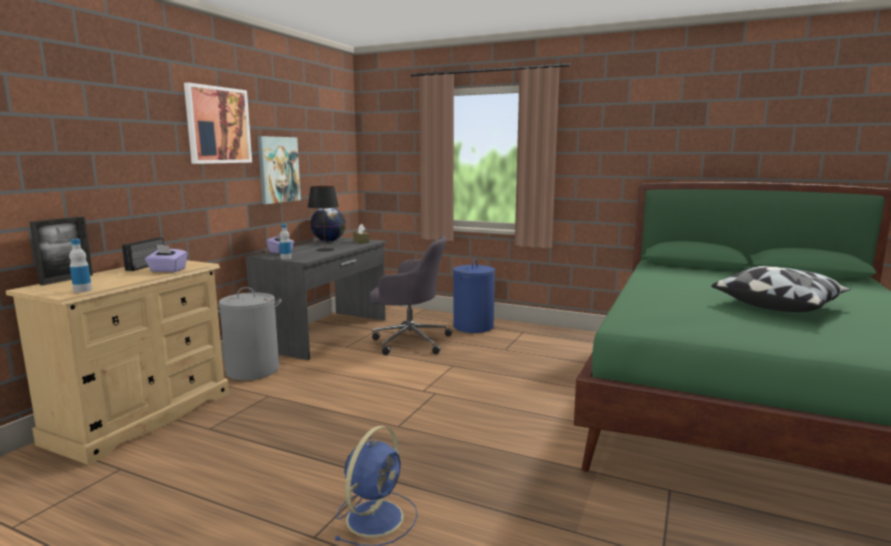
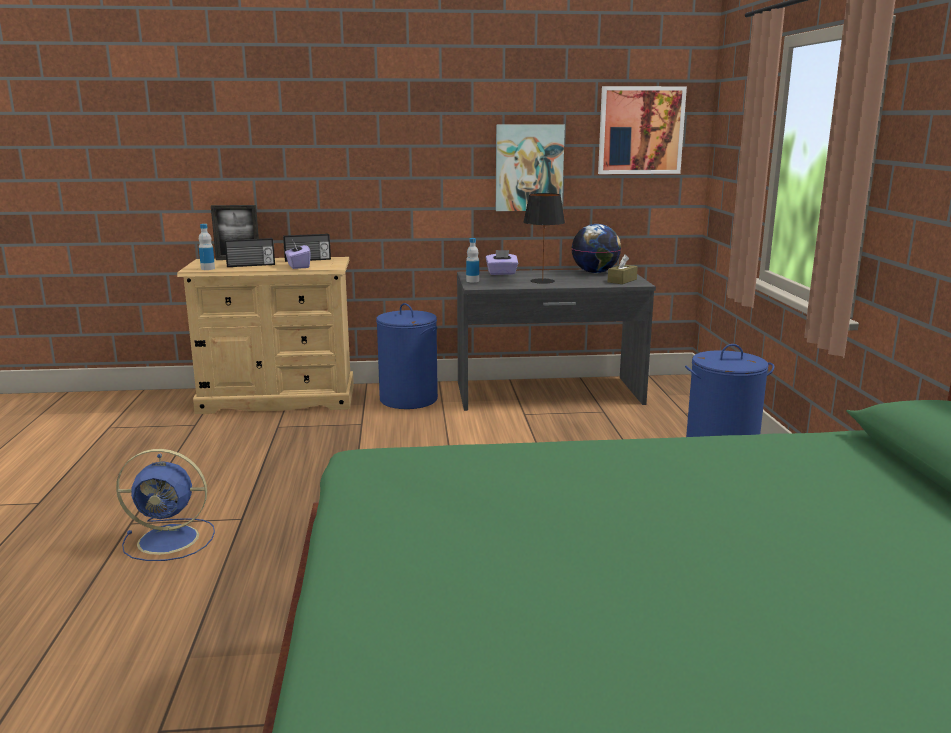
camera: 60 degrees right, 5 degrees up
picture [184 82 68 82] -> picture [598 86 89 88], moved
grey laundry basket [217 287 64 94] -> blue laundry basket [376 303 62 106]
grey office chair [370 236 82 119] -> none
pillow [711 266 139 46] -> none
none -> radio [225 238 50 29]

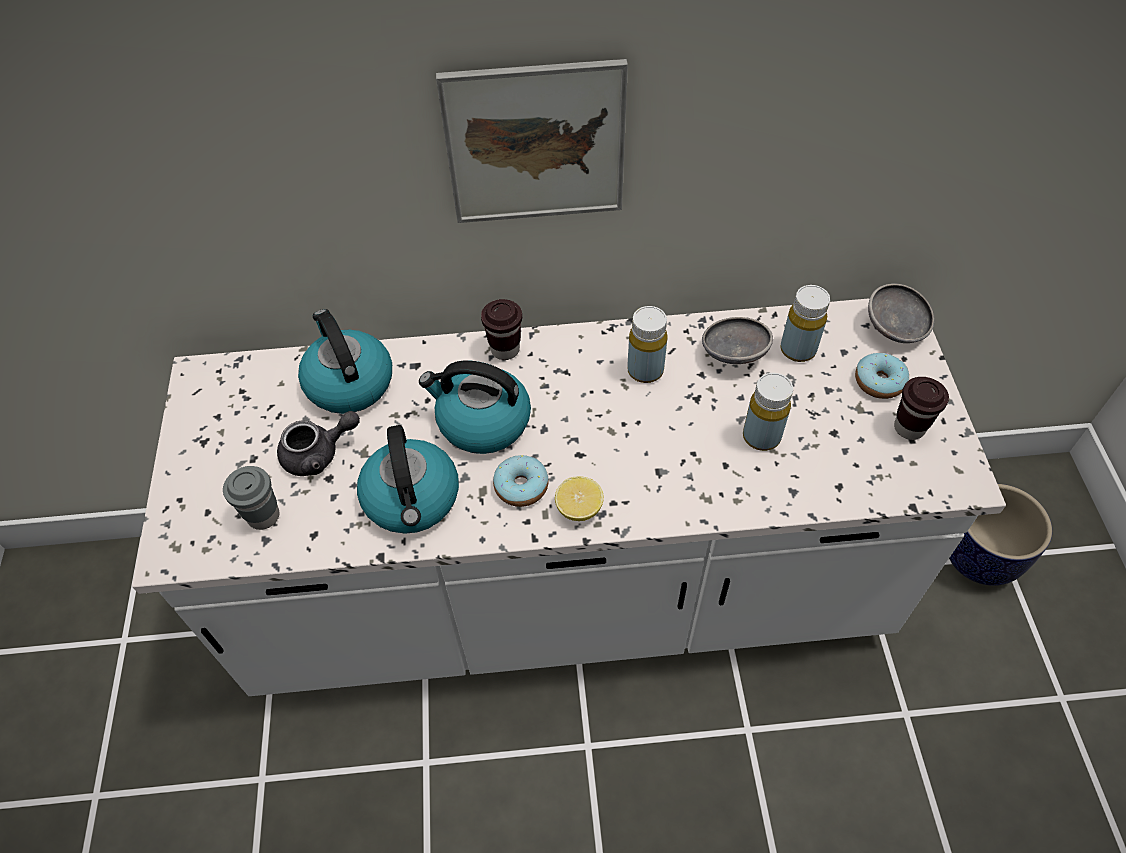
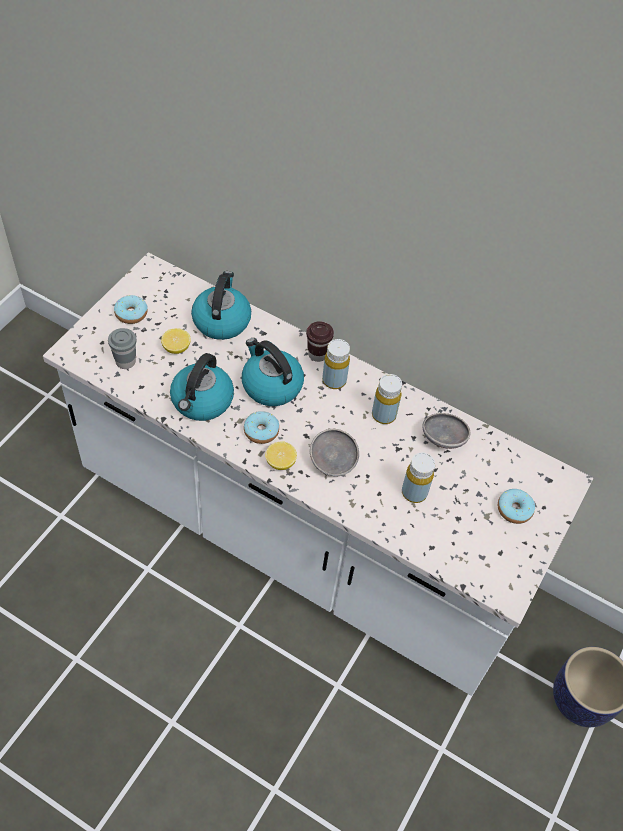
camera: 30 degrees right, 0 degrees up
grey teapot [277 411 83 65] -> lemon [161 328 30 26]
picture [436 59 192 164] -> none
yellow bottle [780 285 50 77] -> yellow bottle [322 339 28 50], moved
grey bowl [868 283 66 60] -> grey bowl [310 429 49 47], moved
brown cup [894 377 55 63] -> none
none -> donut [114 295 34 29]

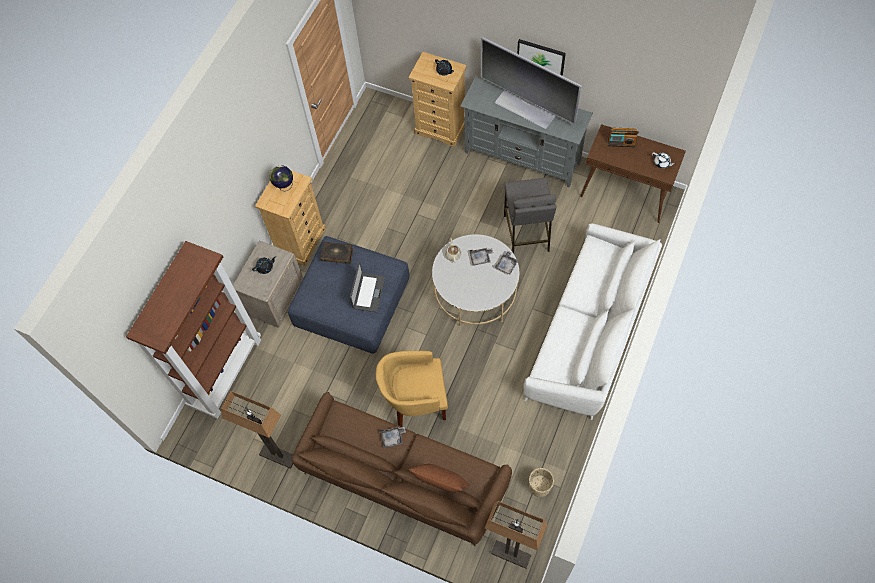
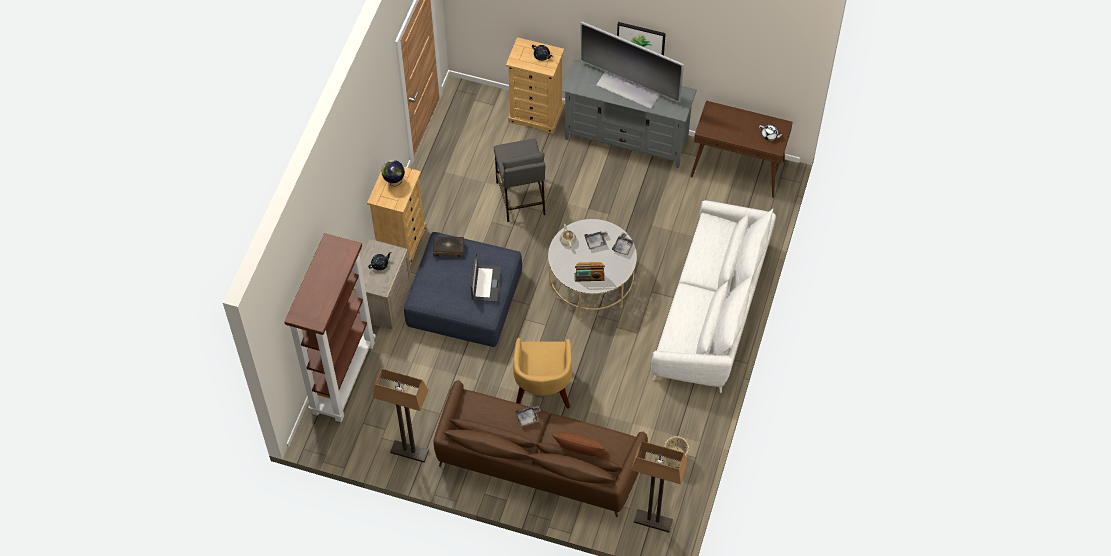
camera: 10 degrees left, 5 degrees down
yellow armchair [376 351 72 76] -> yellow armchair [513 338 59 71], 75 degrees counterclockwise
grey stool [504 178 52 75] -> grey stool [494 139 51 83], moved
radio [607 128 32 19] -> radio [575 262 30 20], moved

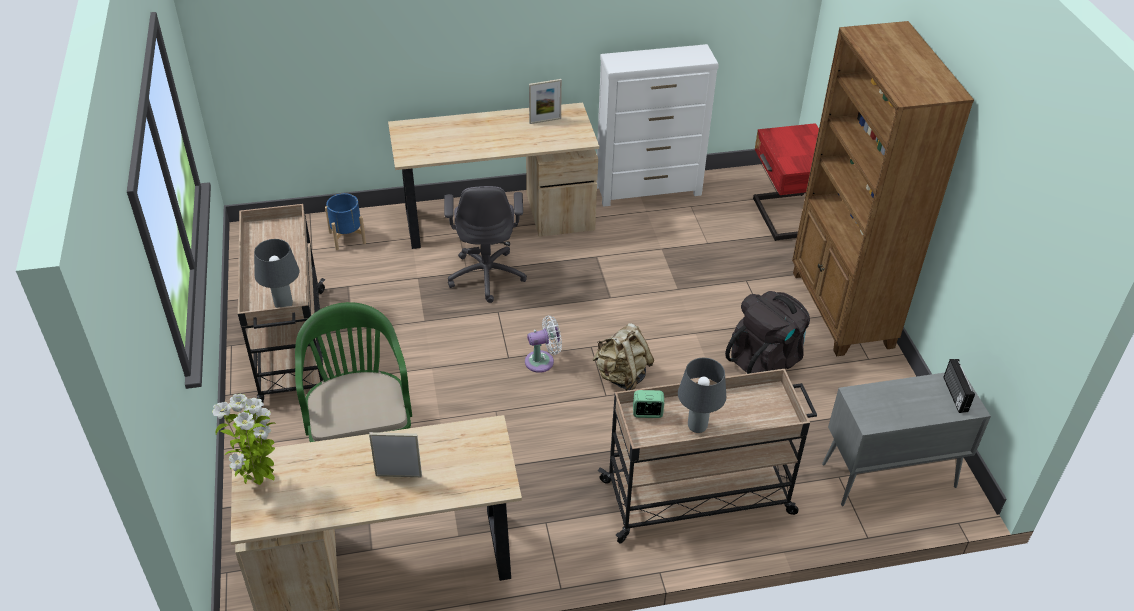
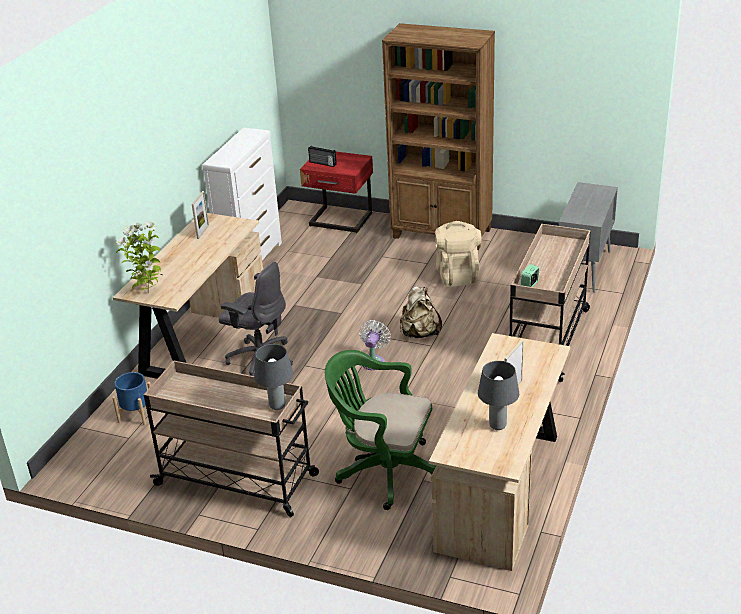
camera: 55 degrees left, 10 degrees down
potted plant [212 394 63 91] -> potted plant [116 221 46 72], moved
grey table lamp [678 358 48 75] -> grey table lamp [478 361 41 69], moved
black backpack [725 291 85 83] -> beige backpack [435 221 47 66]
radio [943 359 32 54] -> radio [308 146 29 21], moved

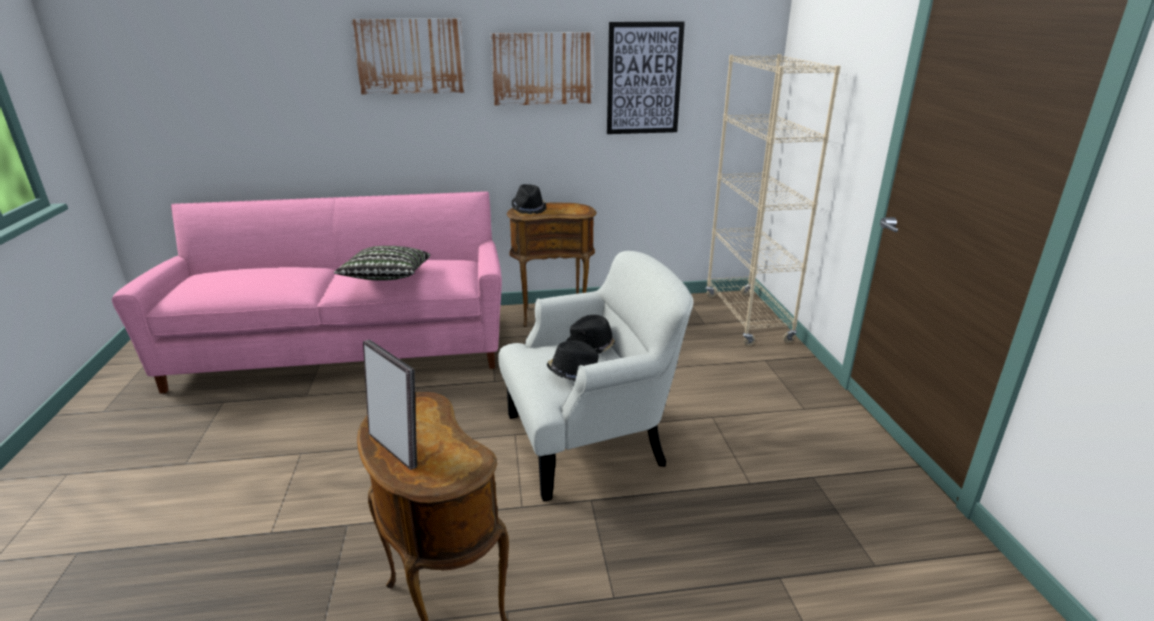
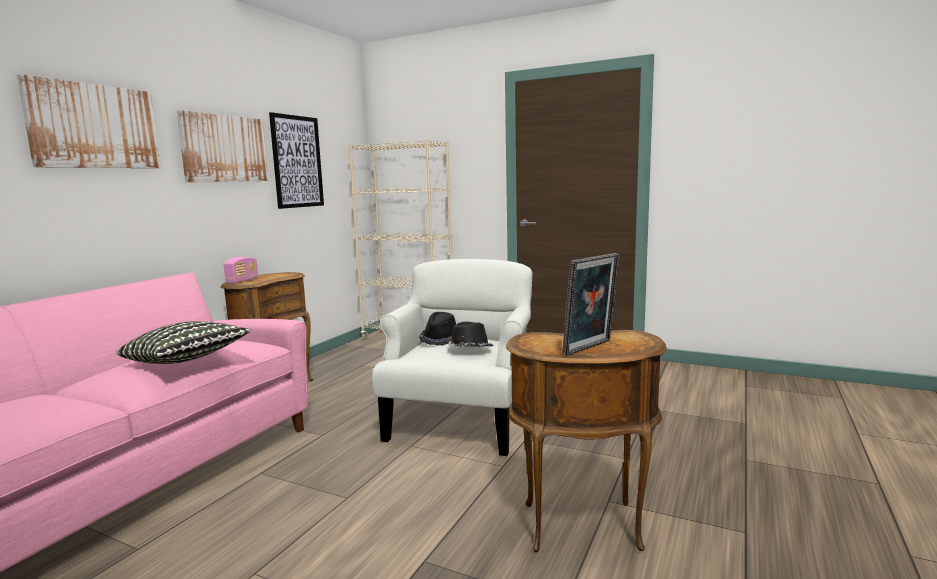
camera: 55 degrees left, 15 degrees down
picture frame [363 340 54 130] -> picture frame [562 253 58 102], 150 degrees clockwise
black hat [512 184 35 30] -> radio [224 257 34 27]

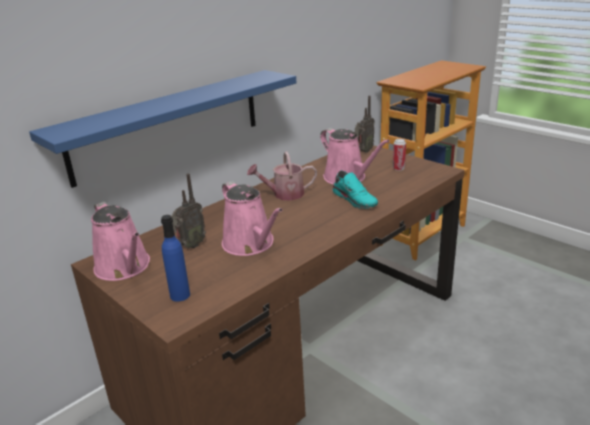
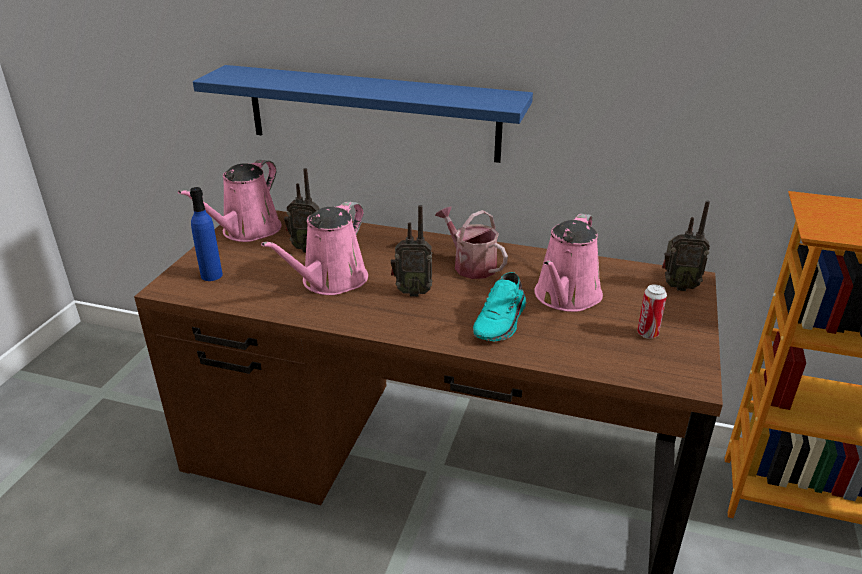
camera: 60 degrees right, 5 degrees up
none -> radio [391 205 41 92]

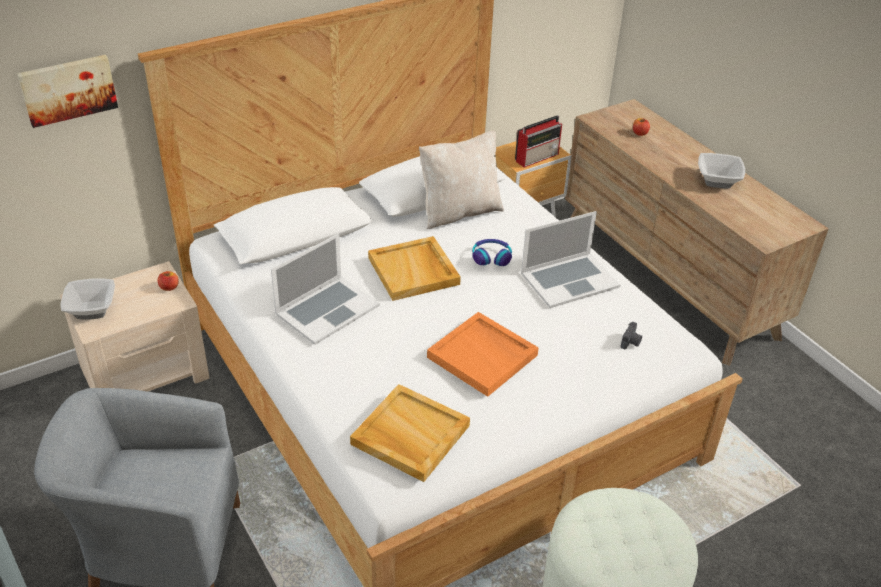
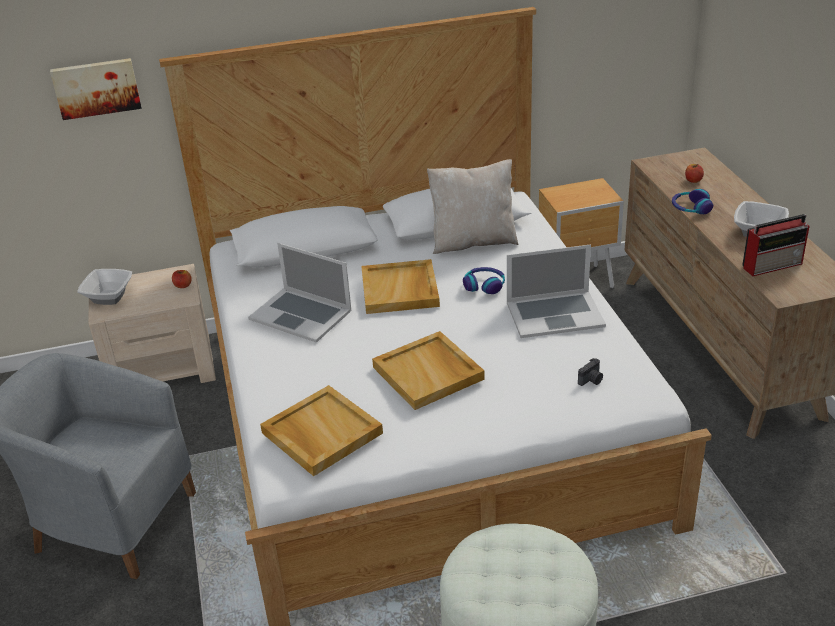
camera: 20 degrees right, 5 degrees down
laptop [271 233 109 112] -> laptop [248 243 104 100], 60 degrees clockwise
orange tray [427 312 112 85] -> beige tray [372 331 113 79]
radio [515 115 47 53] -> radio [742 214 67 62], moved
none -> headphones [672 189 41 25]

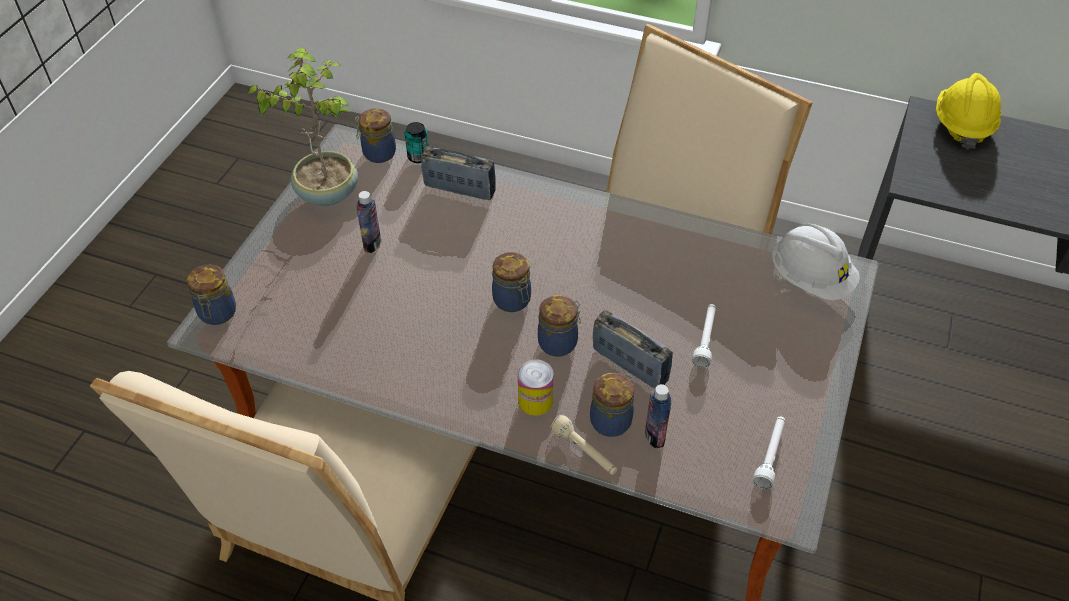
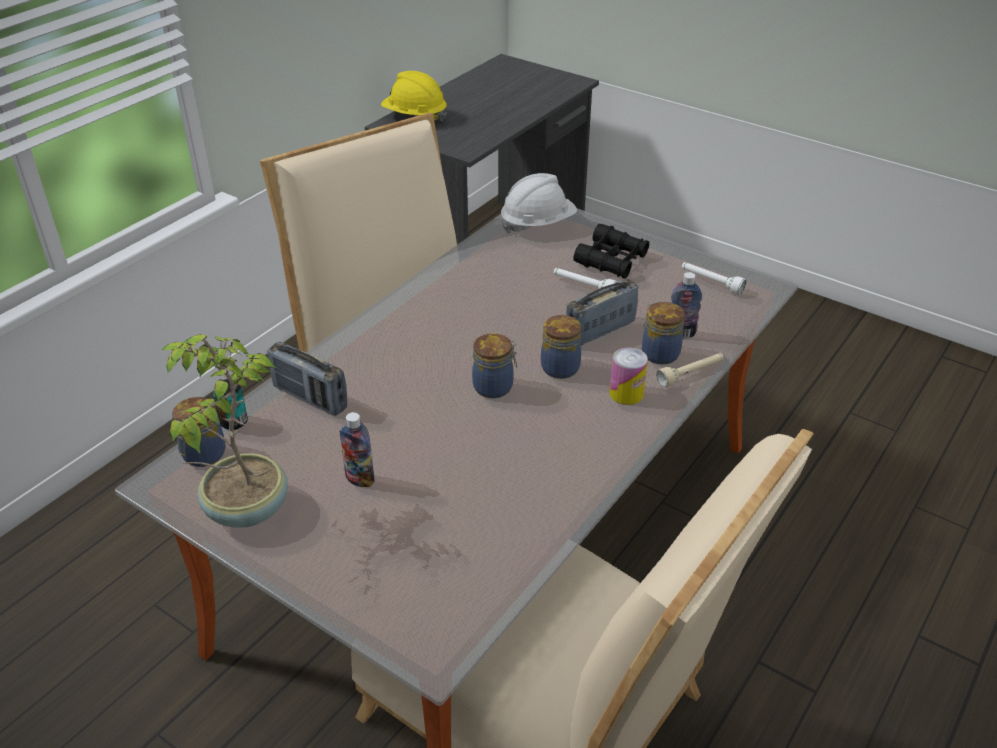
camera: 75 degrees left, 10 degrees down
jar [187 264 49 61] -> none
radio [421 146 75 54] -> radio [267 342 80 74], 90 degrees counterclockwise
none -> black binoculars [574 224 75 55]

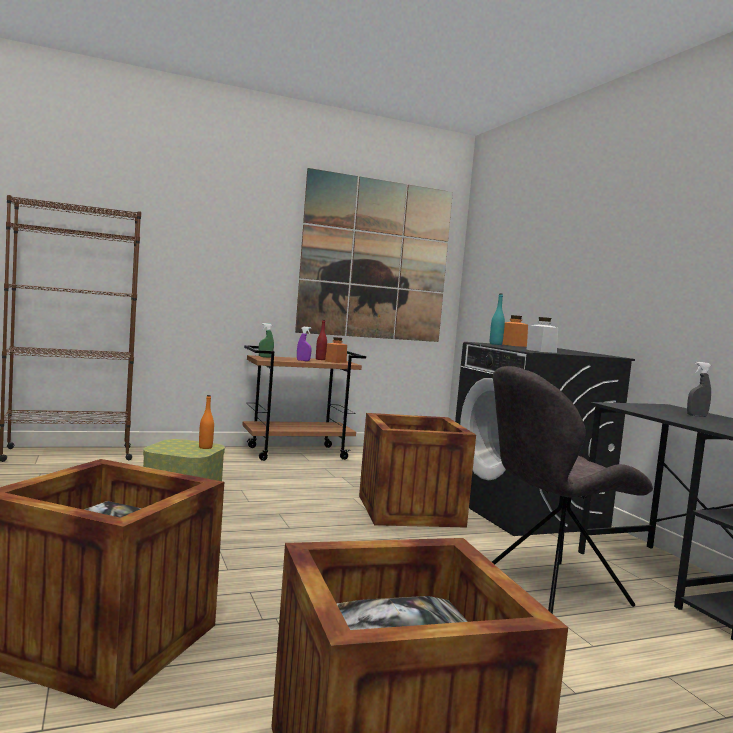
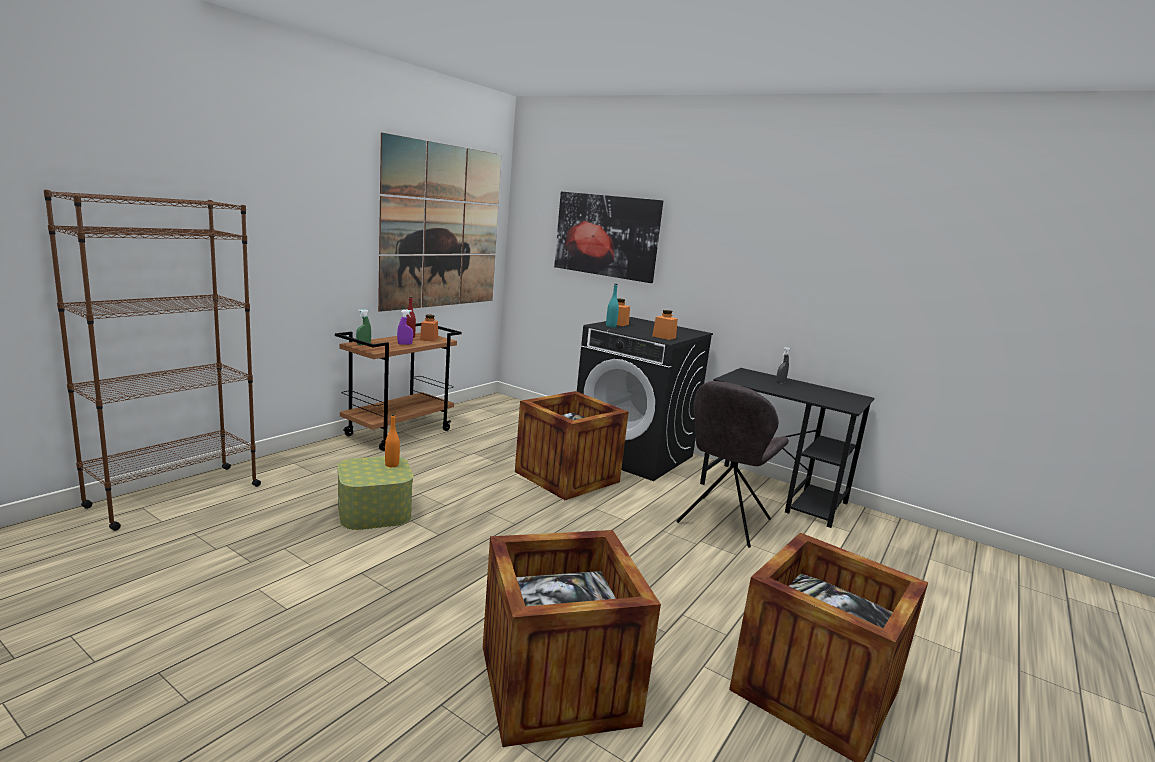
camera: 35 degrees left, 10 degrees up
white jar [526 317 32 36] -> orange jar [652 310 26 30]
none -> picture [554 192 109 91]

